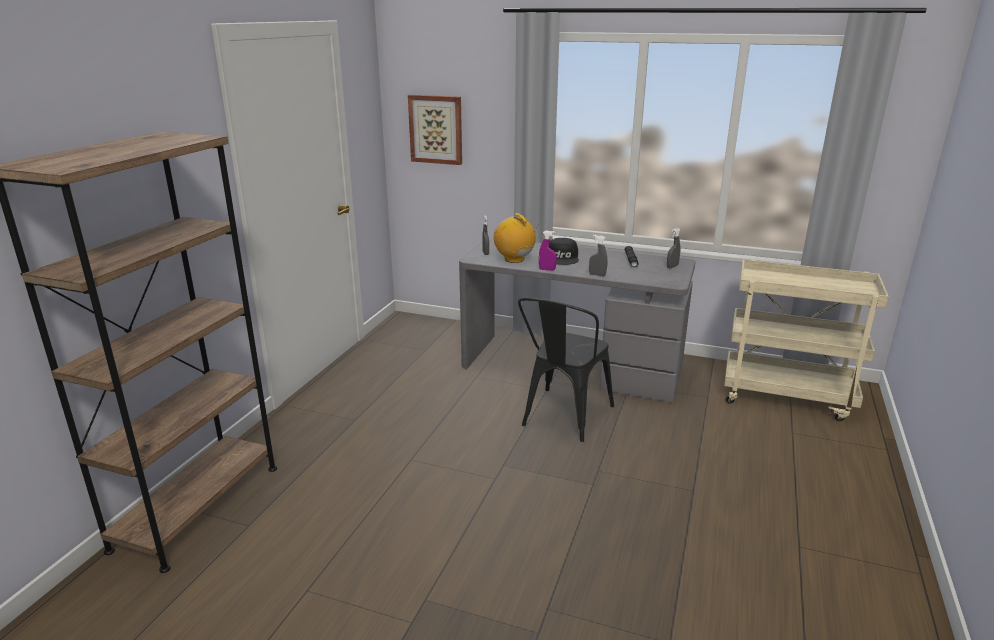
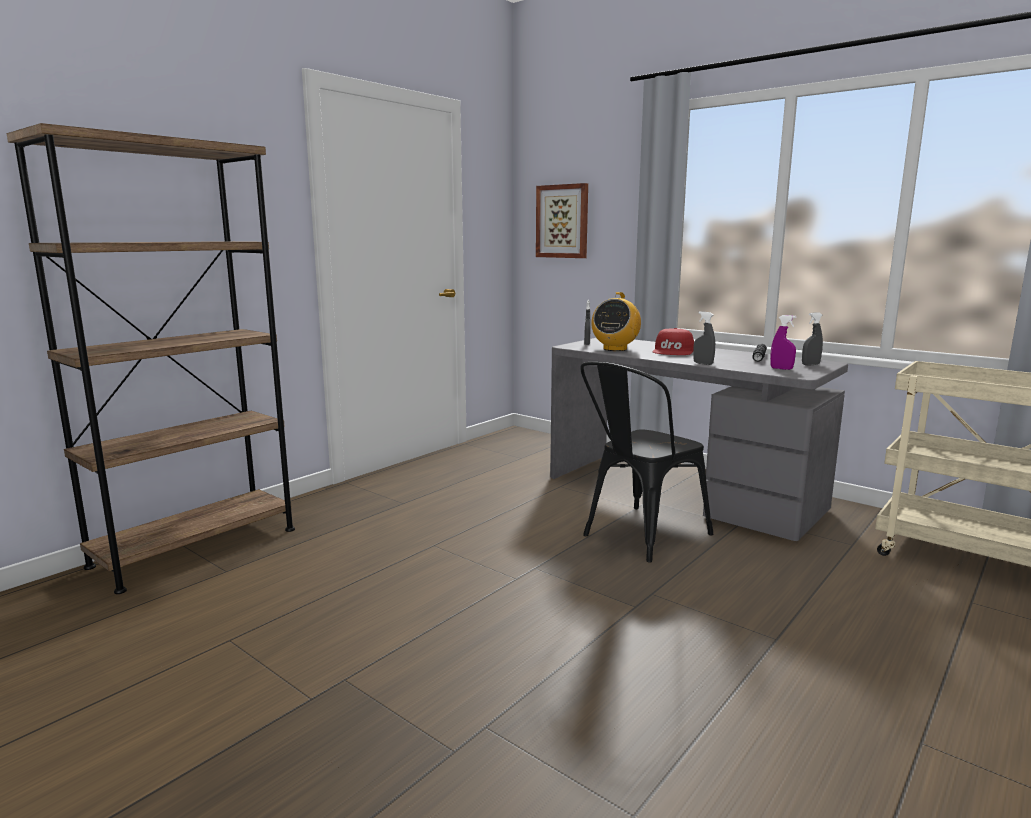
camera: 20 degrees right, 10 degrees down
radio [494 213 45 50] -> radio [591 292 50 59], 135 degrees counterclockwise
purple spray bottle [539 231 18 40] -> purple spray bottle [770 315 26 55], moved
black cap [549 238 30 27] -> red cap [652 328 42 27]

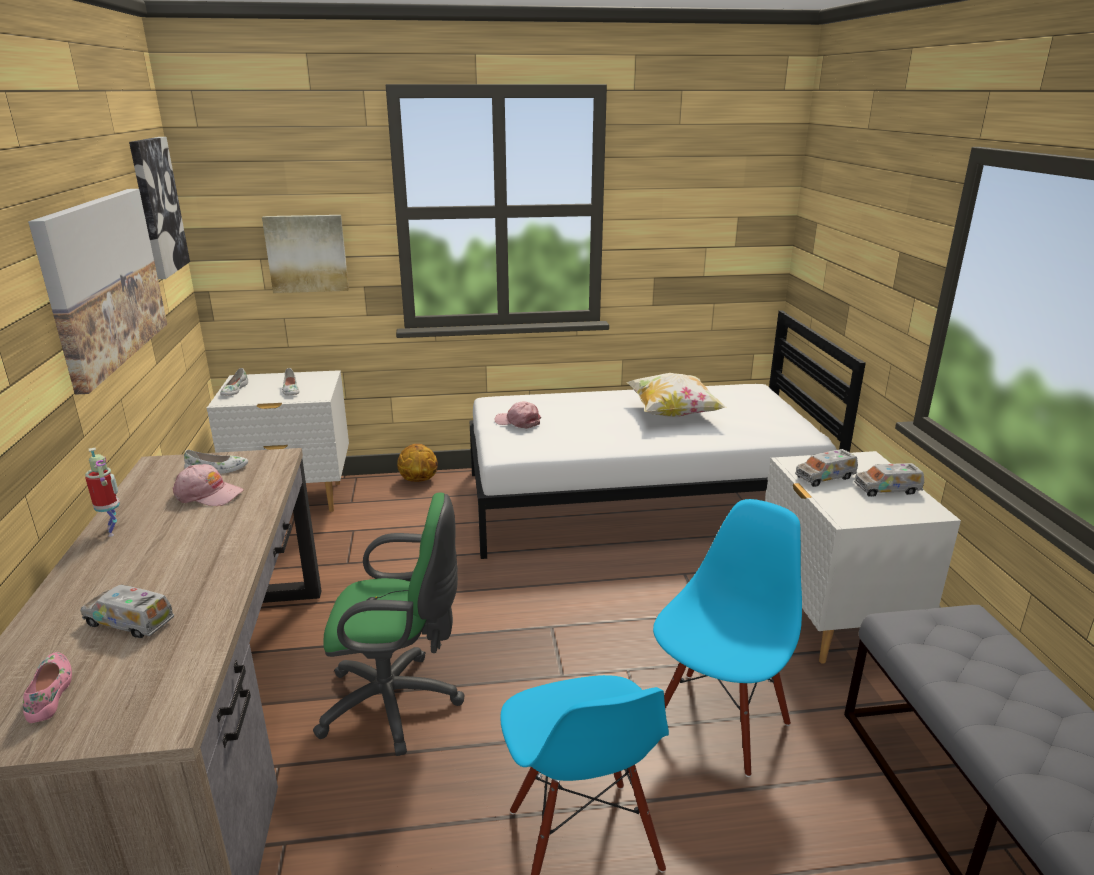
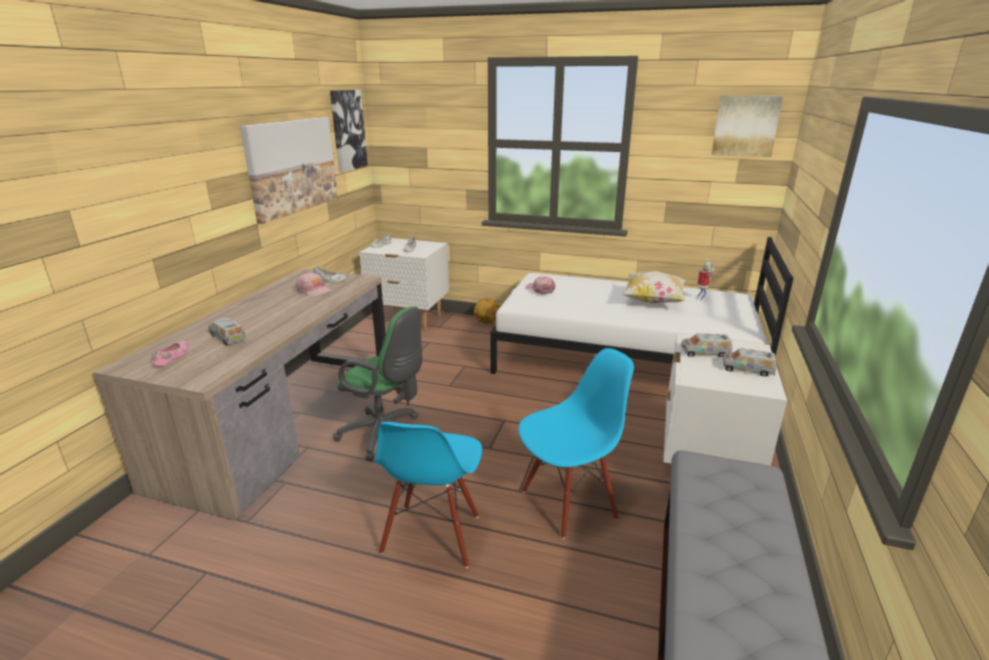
camera: 25 degrees right, 0 degrees up
toy robot [85 448 35 89] -> toy robot [697 259 17 42], moved
picture [262 215 87 78] -> picture [712 95 71 62], moved

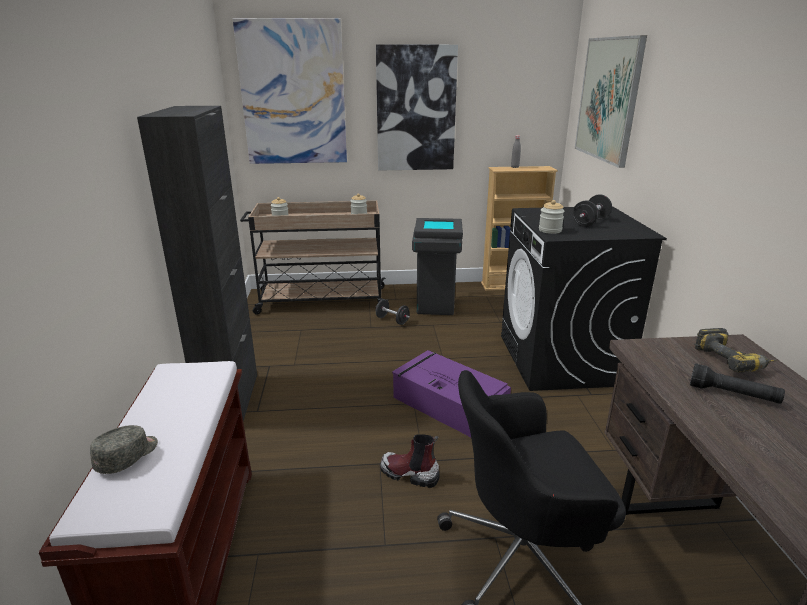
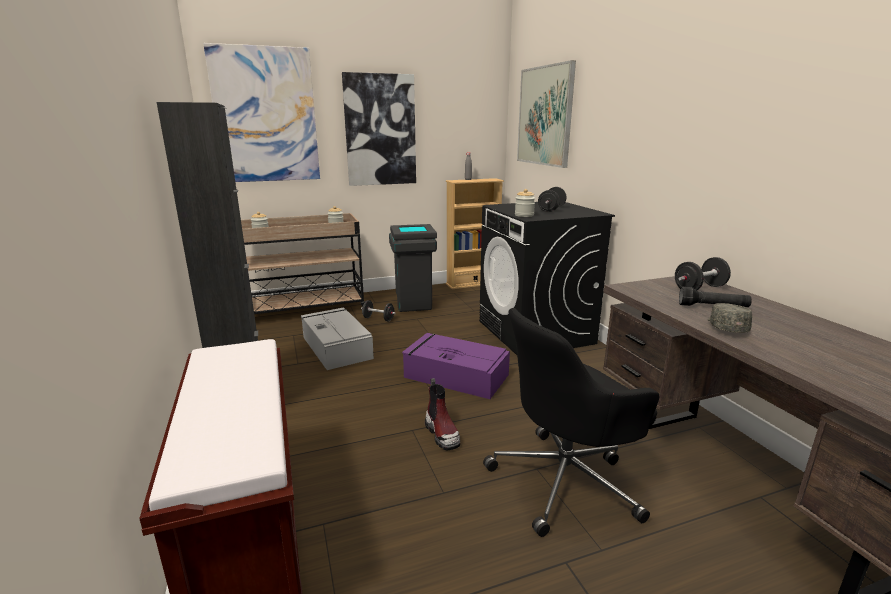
camera: 15 degrees left, 5 degrees down
grey cap [90 425 68 49] -> grey cap [708 303 44 30], moved
boot [380 434 60 54] -> boot [425 378 35 73], 120 degrees counterclockwise
power drill [694 328 82 45] -> black dumbbell [675 257 56 33]
none -> grey storage box [301 308 73 62]

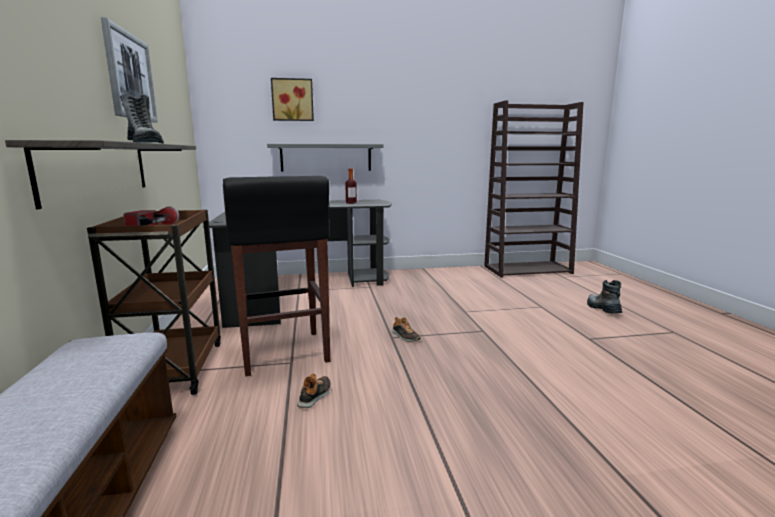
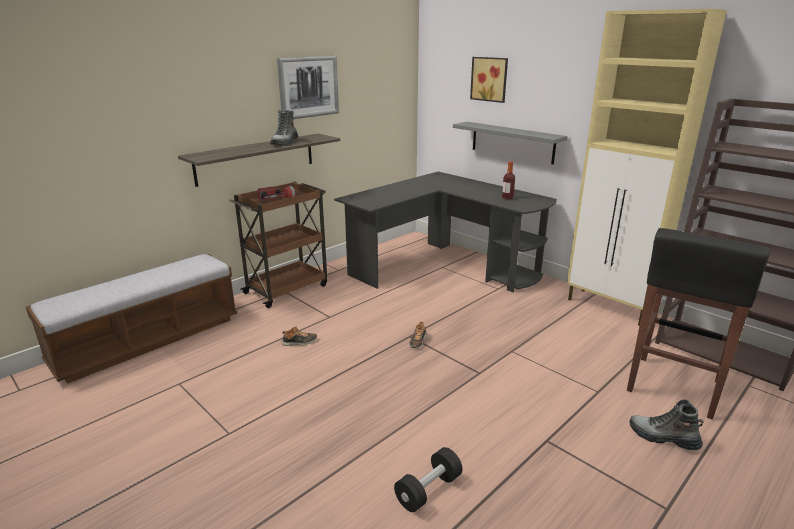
camera: 55 degrees right, 10 degrees up
black stool [223 176 107 200] -> black stool [627 228 143 191], moved
boot [587 280 35 34] -> boot [629 399 74 51], 105 degrees counterclockwise
none -> black dumbbell [394 447 68 65]
none -> beige cabinet [567 9 160 317]

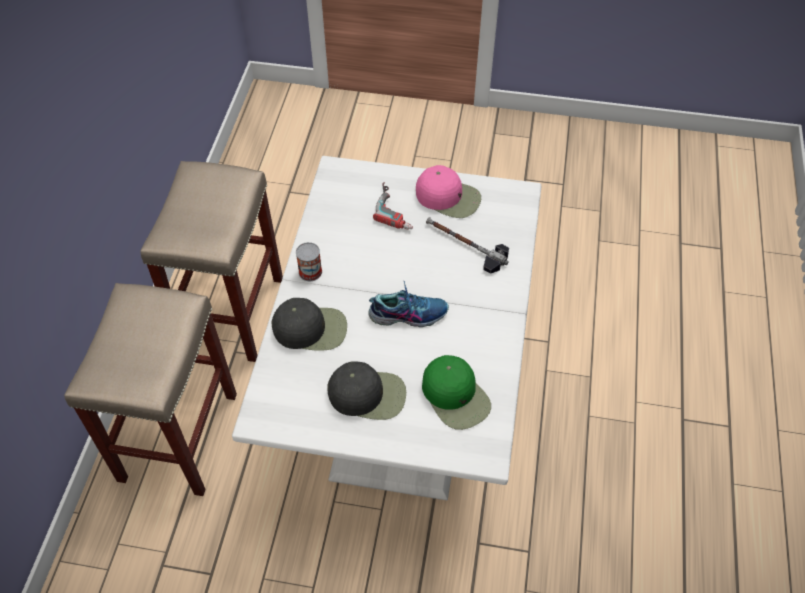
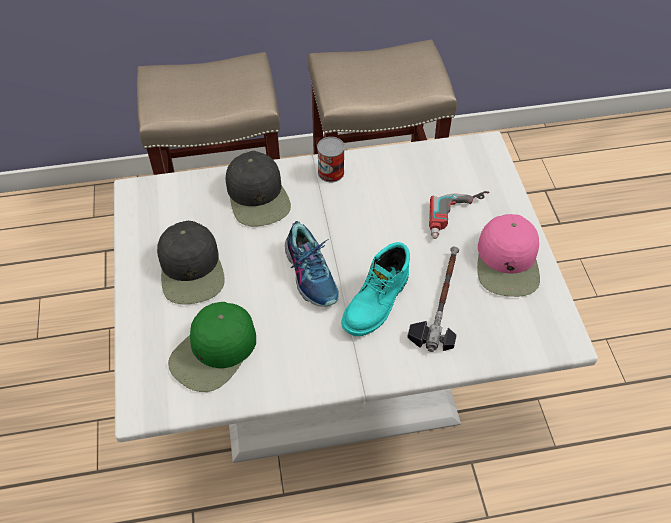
camera: 70 degrees right, 0 degrees up
none -> turquoise boot [341 242 69 94]

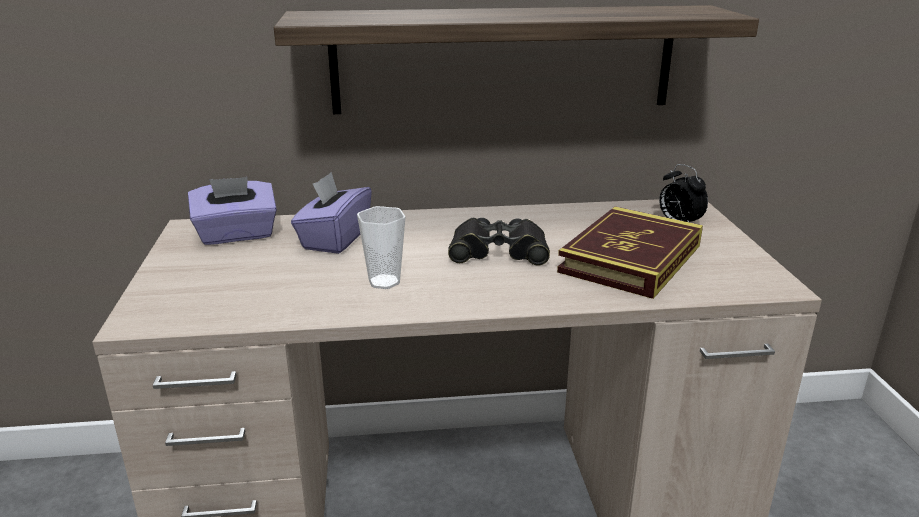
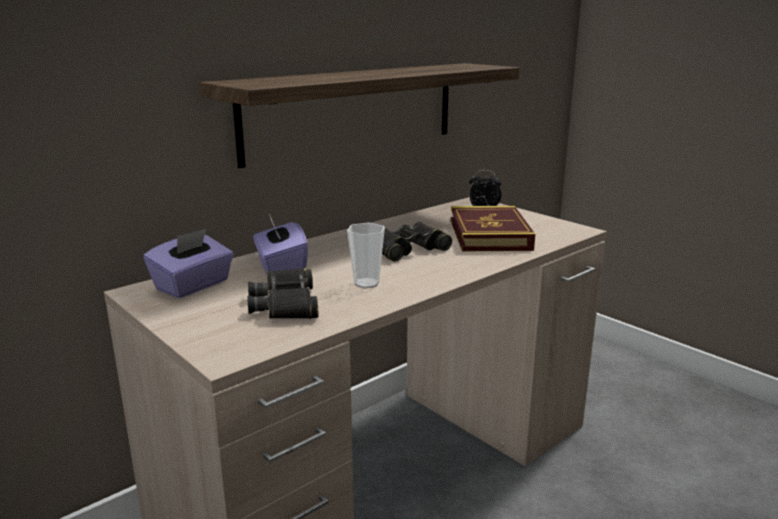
camera: 35 degrees left, 5 degrees down
none -> black binoculars [247 268 71 51]

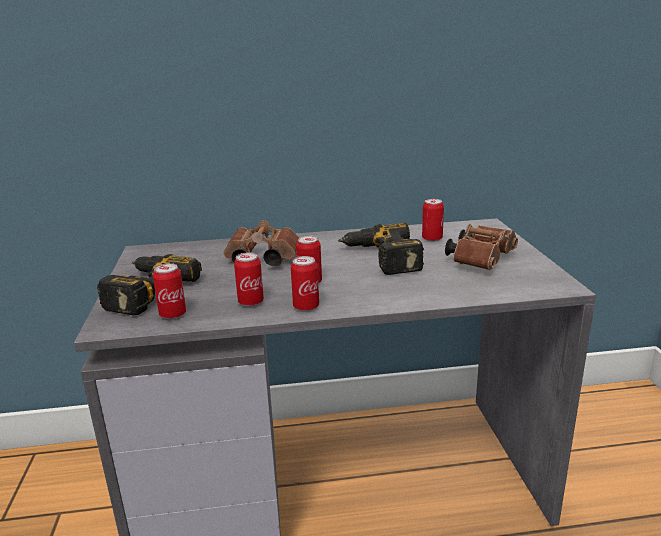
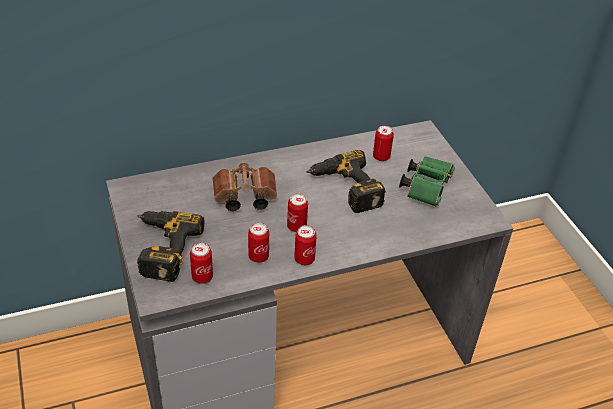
camera: 15 degrees left, 20 degrees up
brown binoculars [445 224 73 46] -> green binoculars [399 156 56 51]

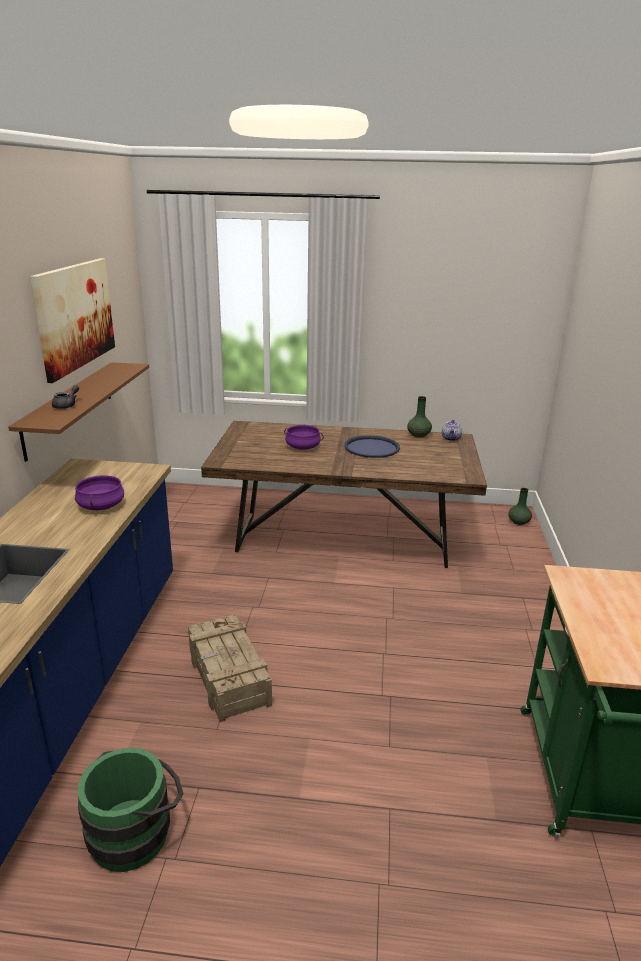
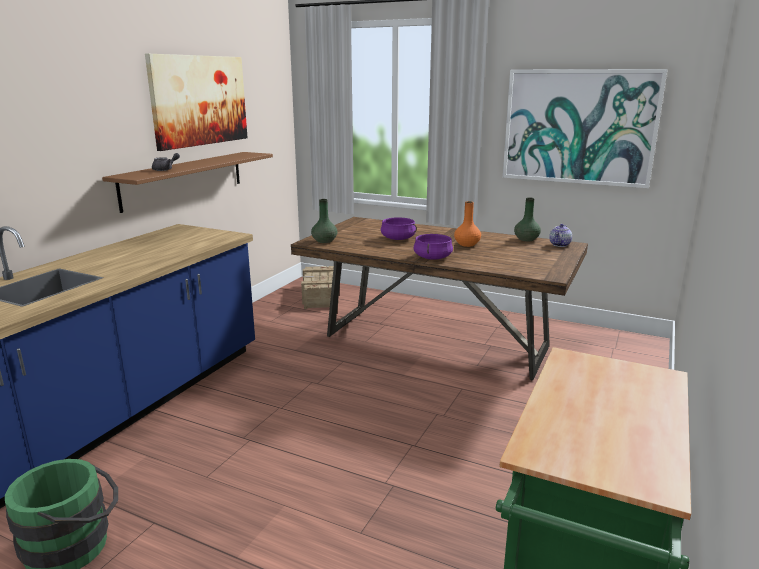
camera: 20 degrees right, 5 degrees down
purple cooking pot [75 475 49 35] -> purple cooking pot [414 234 39 26], moved
crate [188 615 84 107] -> crate [301 266 37 43], moved
blue tray [344 435 56 23] -> orange vase [454 201 27 46]
green vase [508 488 24 37] -> green vase [311 199 27 44], moved
none -> picture [503 69 165 119]

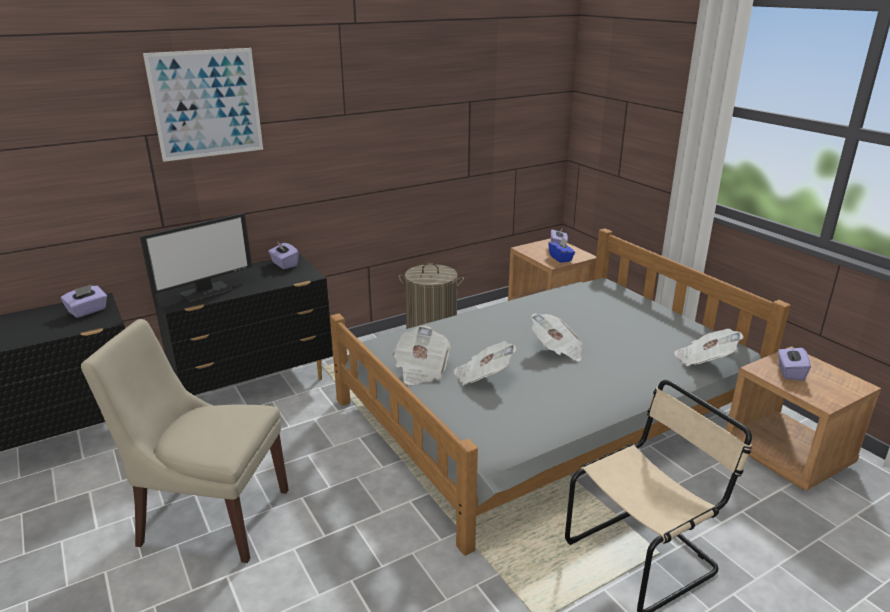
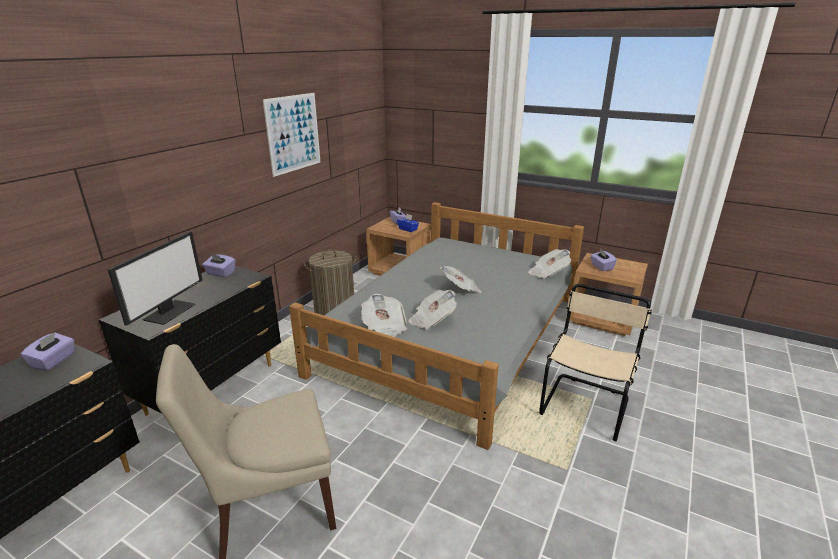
camera: 30 degrees left, 0 degrees up
picture [143 48 120 114] -> picture [263 93 57 84], moved

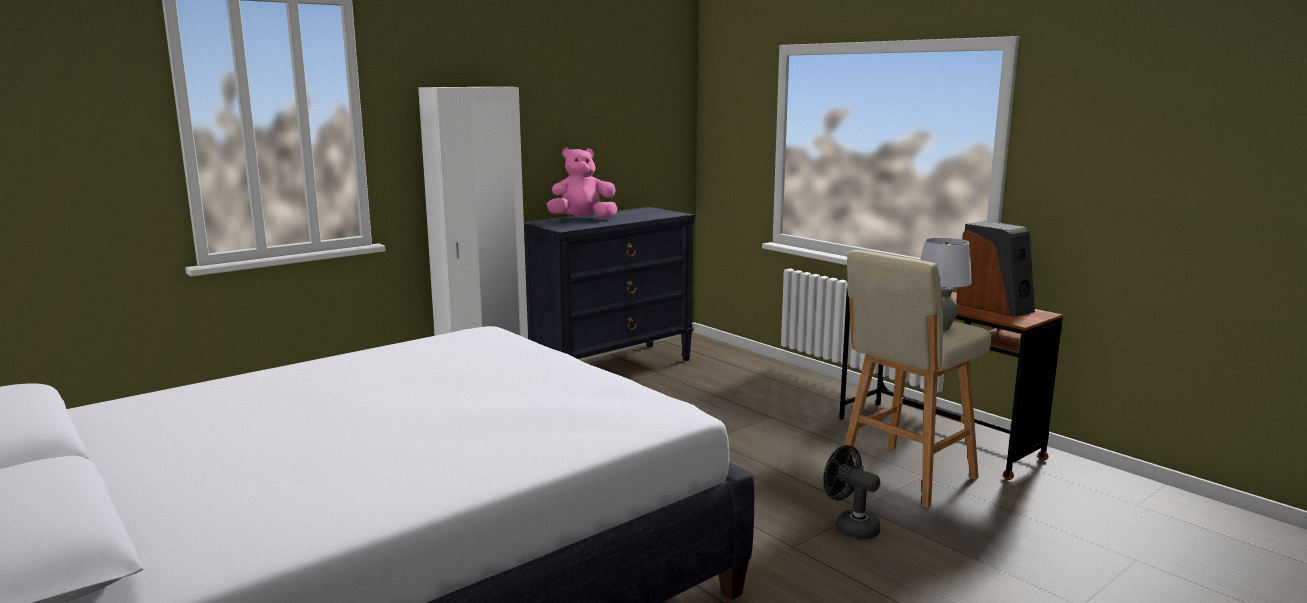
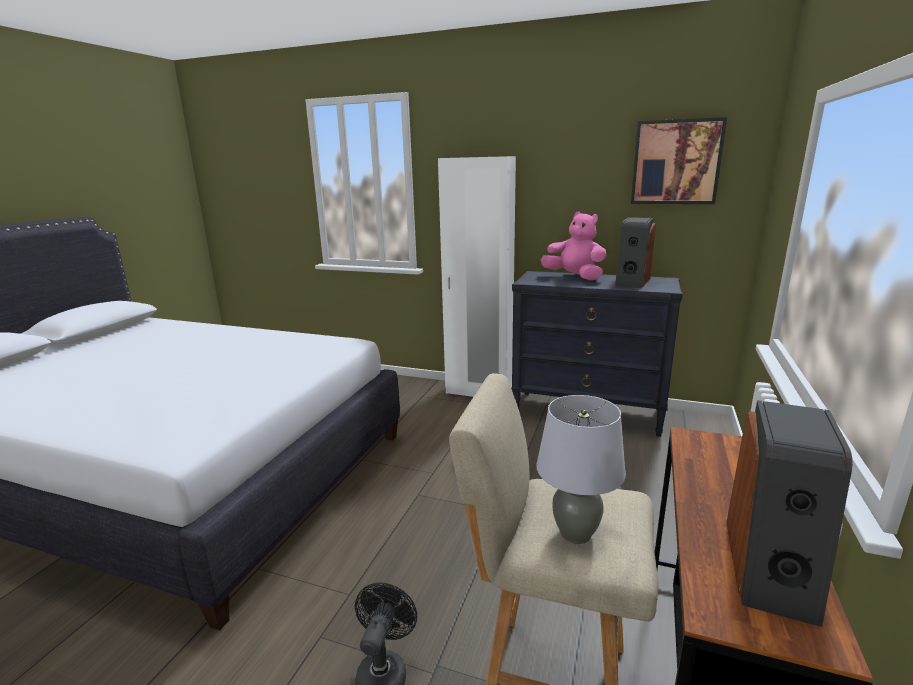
camera: 60 degrees right, 5 degrees up
none -> speaker [615 217 41 71]
none -> picture [631 117 96 87]

